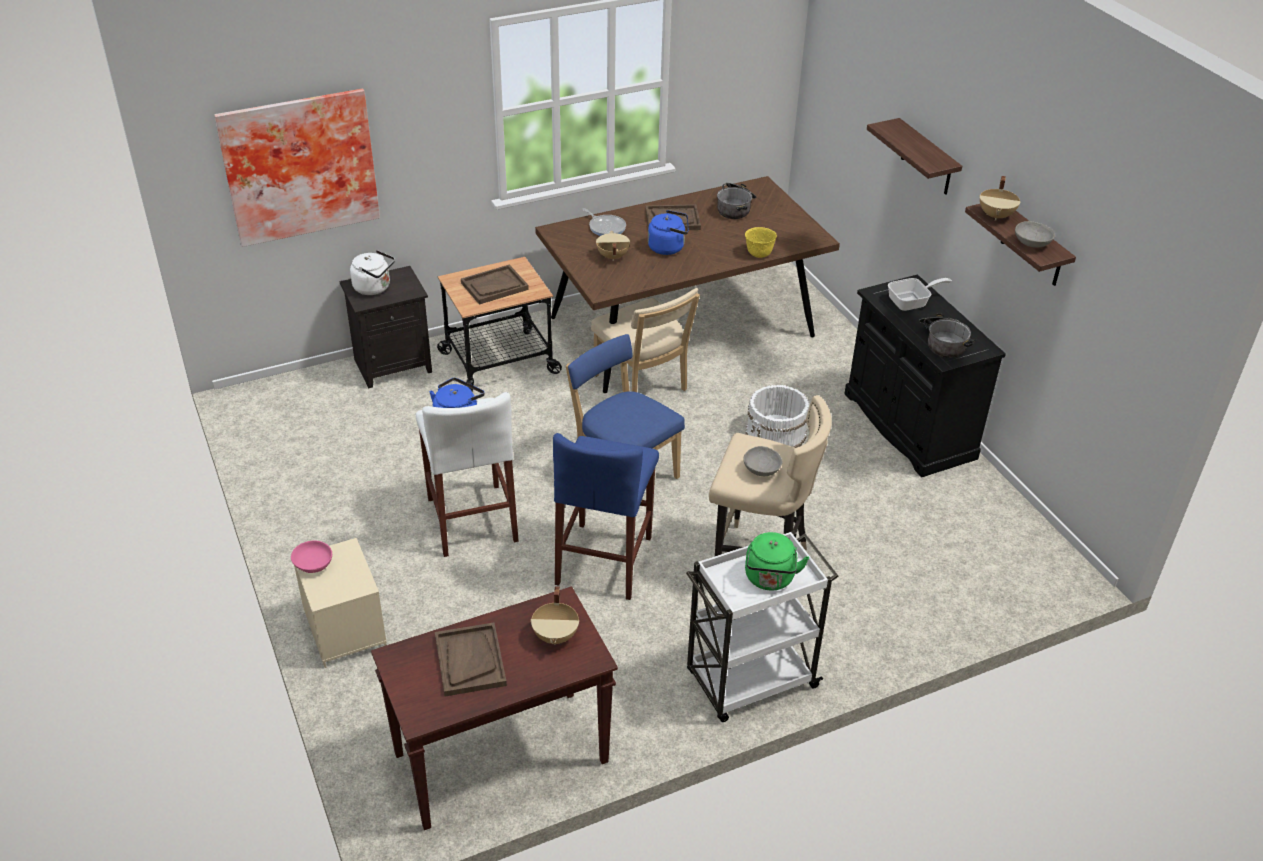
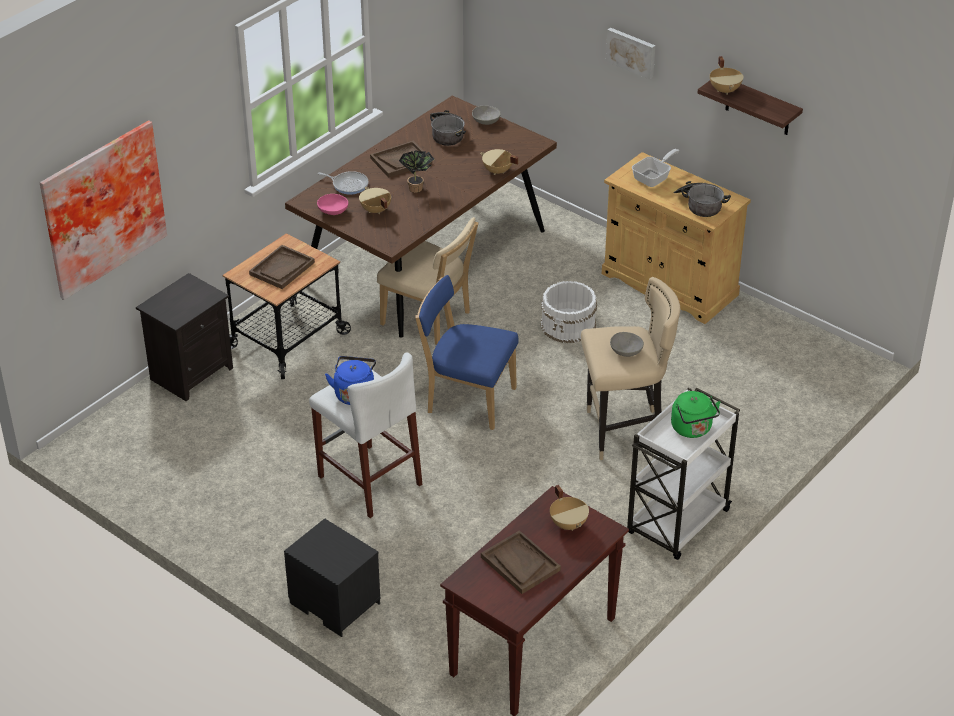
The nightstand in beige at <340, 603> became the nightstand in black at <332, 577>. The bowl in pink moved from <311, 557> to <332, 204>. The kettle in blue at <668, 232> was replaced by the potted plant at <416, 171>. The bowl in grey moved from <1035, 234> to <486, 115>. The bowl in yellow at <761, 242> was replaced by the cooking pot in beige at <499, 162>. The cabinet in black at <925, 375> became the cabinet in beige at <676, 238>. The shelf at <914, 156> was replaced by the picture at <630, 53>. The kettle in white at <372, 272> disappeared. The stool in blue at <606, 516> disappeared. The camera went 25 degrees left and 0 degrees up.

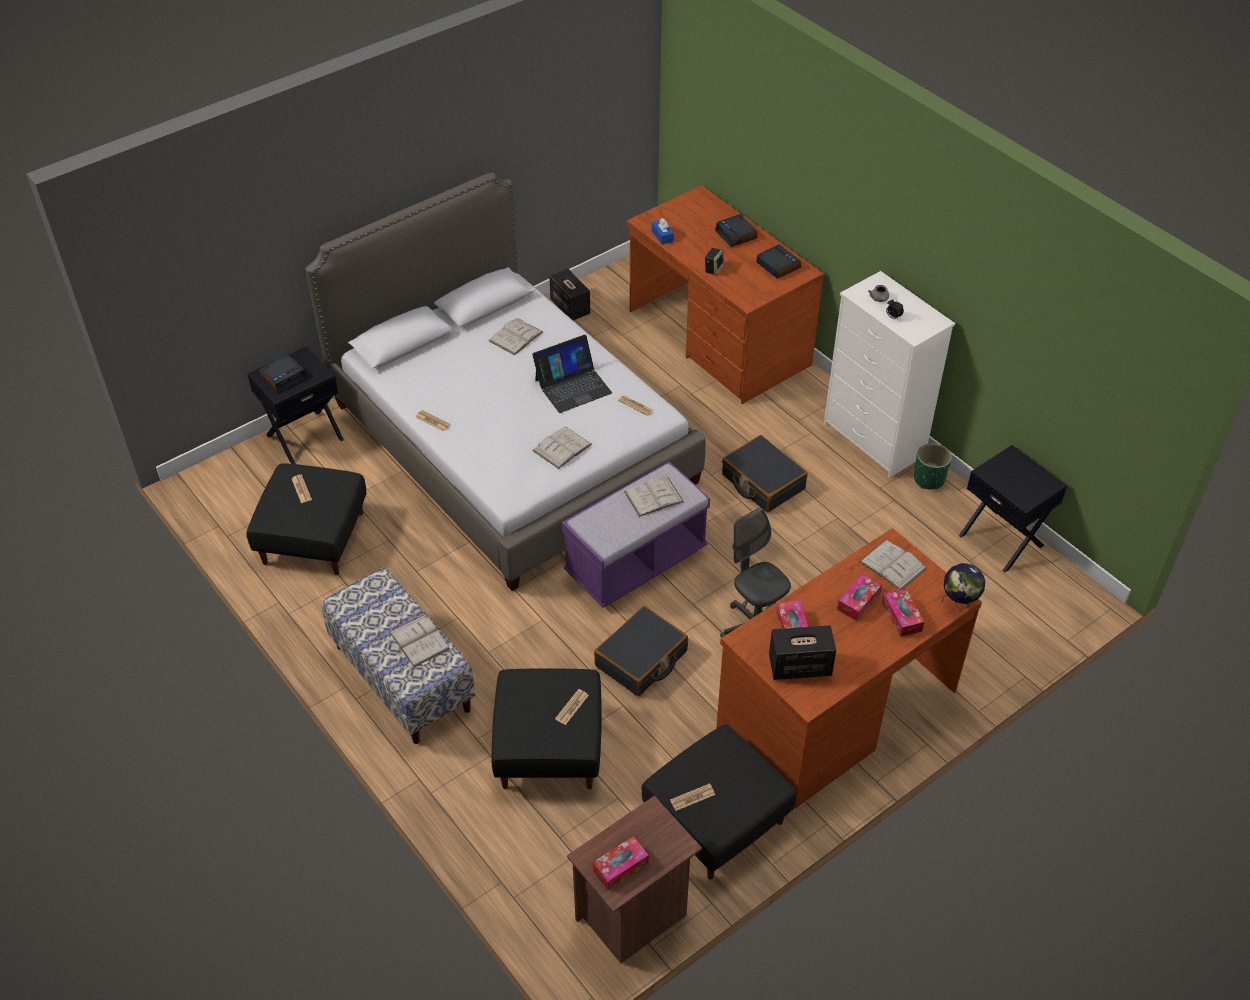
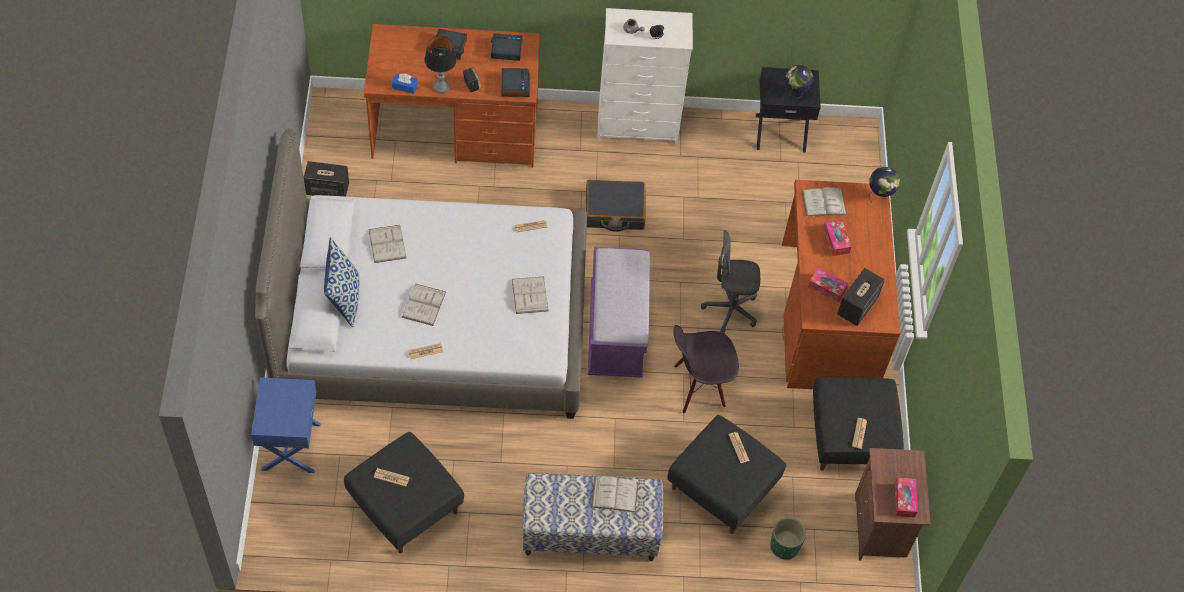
The nightstand in black at <295, 405> became the nightstand in blue at <286, 425>. The pillow at <342, 282> appeared. The book in white moved from <654, 497> to <424, 305>. The table lamp at <440, 64> appeared. The alarm clock moved from <283, 373> to <516, 82>. The suitcase in black at <641, 651> was replaced by the chair in black at <706, 369>. The planter in green moved from <933, 466> to <788, 539>. The globe at <799, 82> appeared. The laptop at <572, 374> disappeared. The tissue box at <903, 612> disappeared. The camera went 55 degrees left and 10 degrees up.

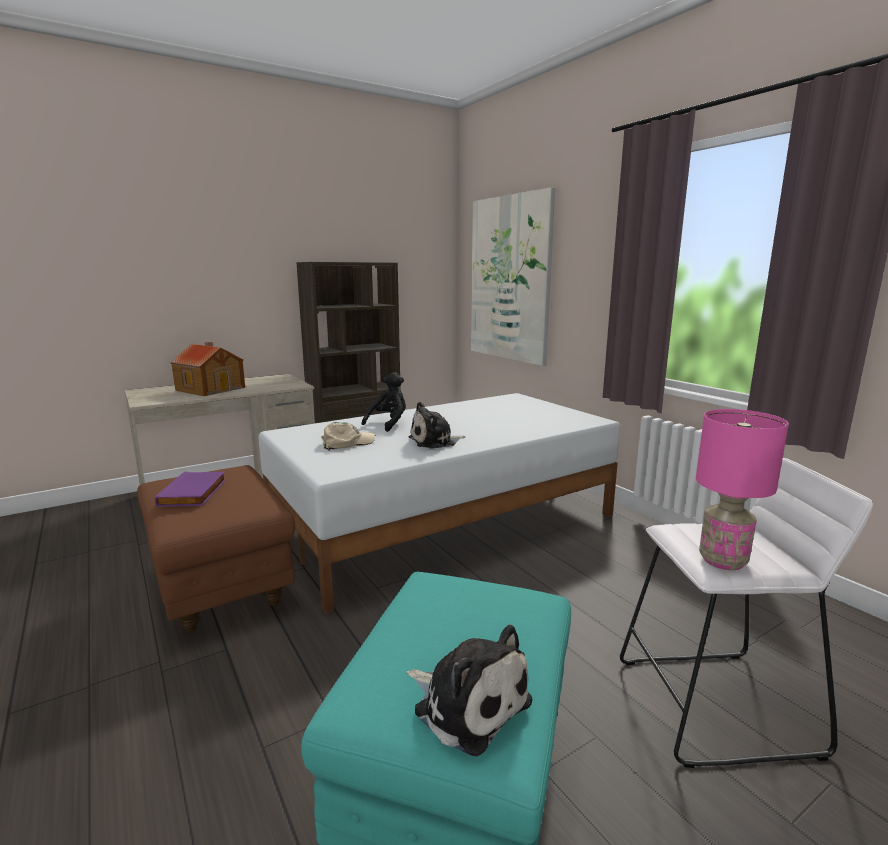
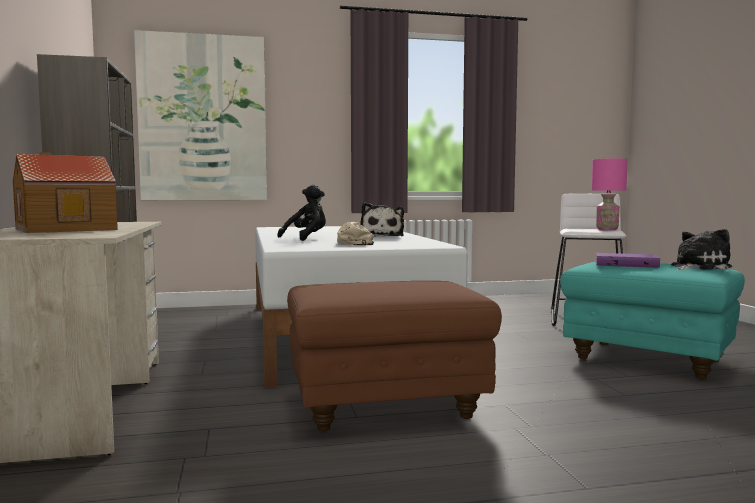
The plush toy in black at <384, 402> turned 75 degrees clockwise. The book in purple moved from <190, 489> to <627, 260>. The camera went 70 degrees left and 10 degrees down.

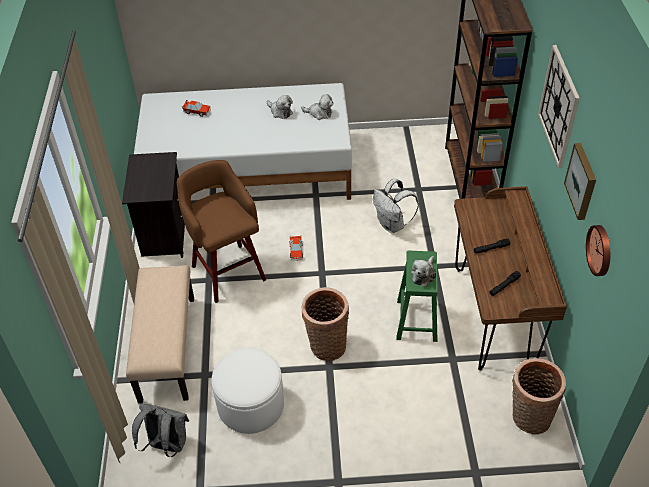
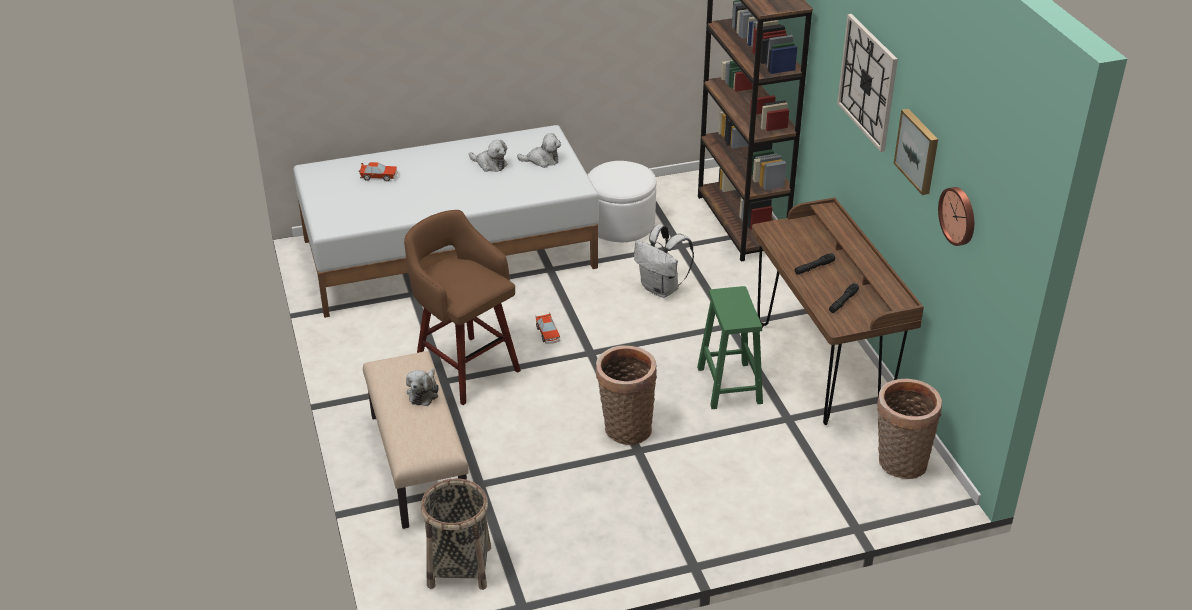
The plush toy moved from <423, 271> to <422, 387>. The backpack in grey at <160, 430> was replaced by the basket at <456, 534>. The ottoman in white moved from <247, 391> to <622, 201>. The nightstand in black at <153, 205> disappeared. The camera went 15 degrees left and 10 degrees down.

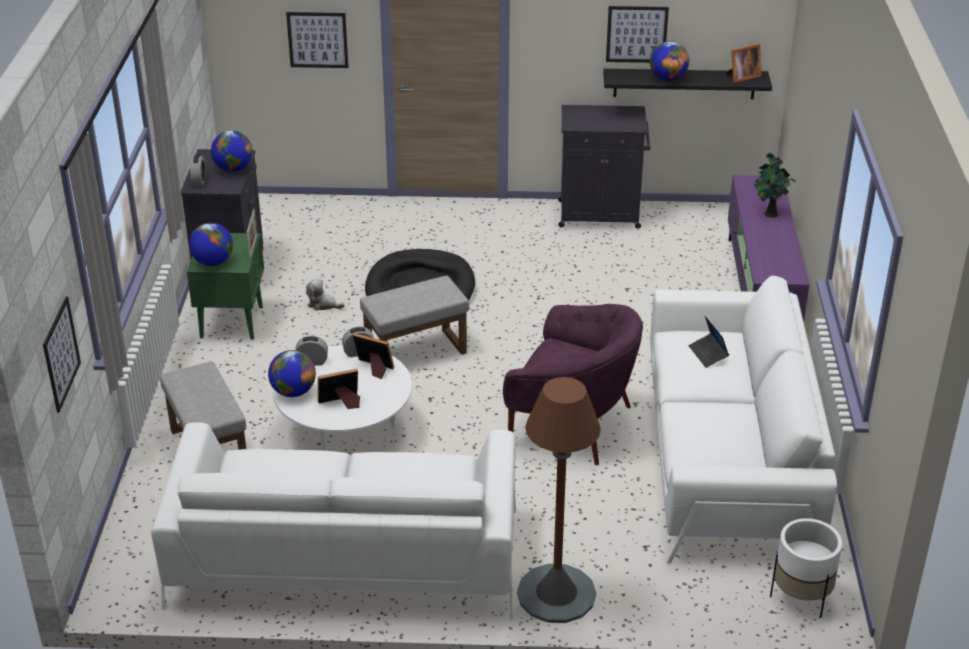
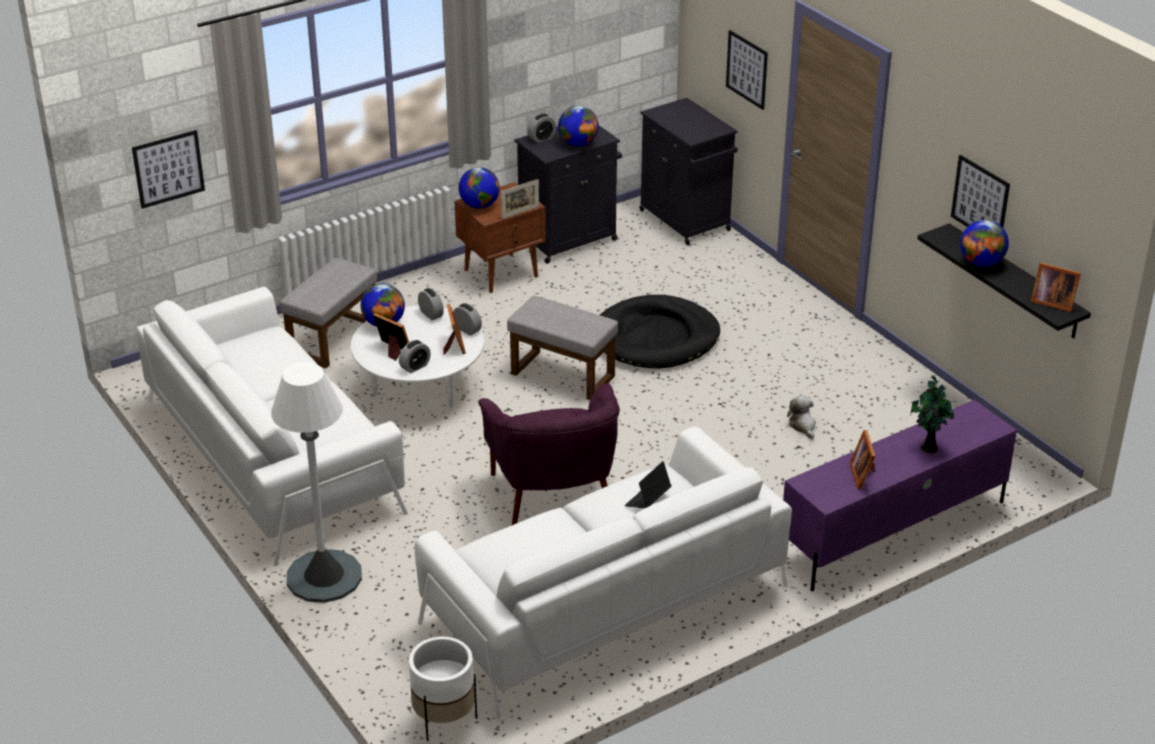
The floor lamp in brown at <559, 500> became the floor lamp in white at <316, 482>. The alarm clock at <415, 356> appeared. The nightstand in green at <225, 286> became the nightstand in brown at <500, 237>. The cabinet in black moved from <604, 167> to <689, 171>. The plush toy moved from <325, 295> to <801, 417>. The picture frame at <862, 460> appeared. The camera went 55 degrees right and 0 degrees up.

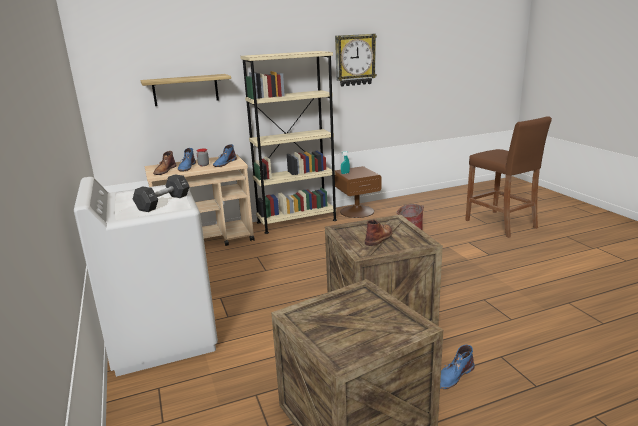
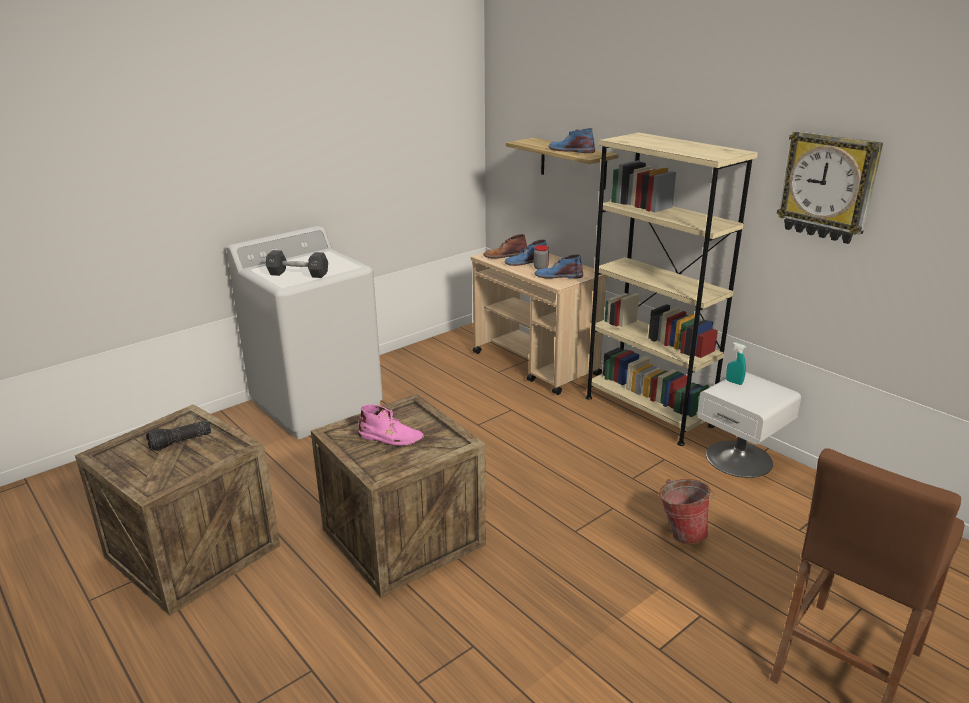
The flashlight at <178, 435> appeared. The boot in brown at <379, 232> became the boot in pink at <391, 425>. The boot in blue moved from <457, 367> to <571, 140>. The nightstand in brown at <358, 192> became the nightstand in white at <749, 425>. The camera went 70 degrees right and 5 degrees up.

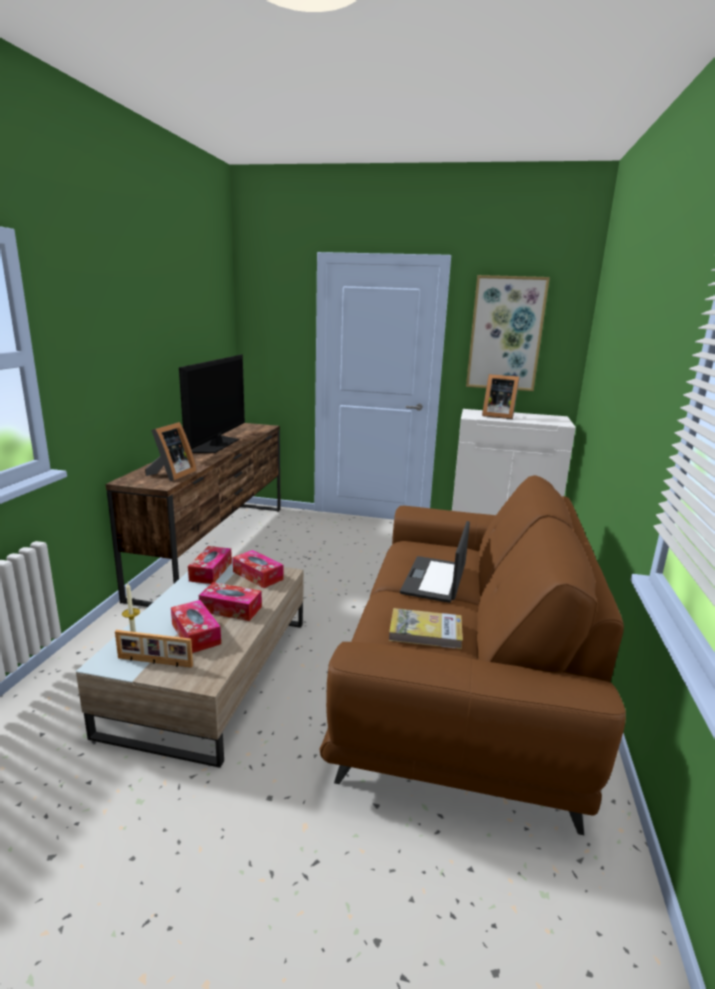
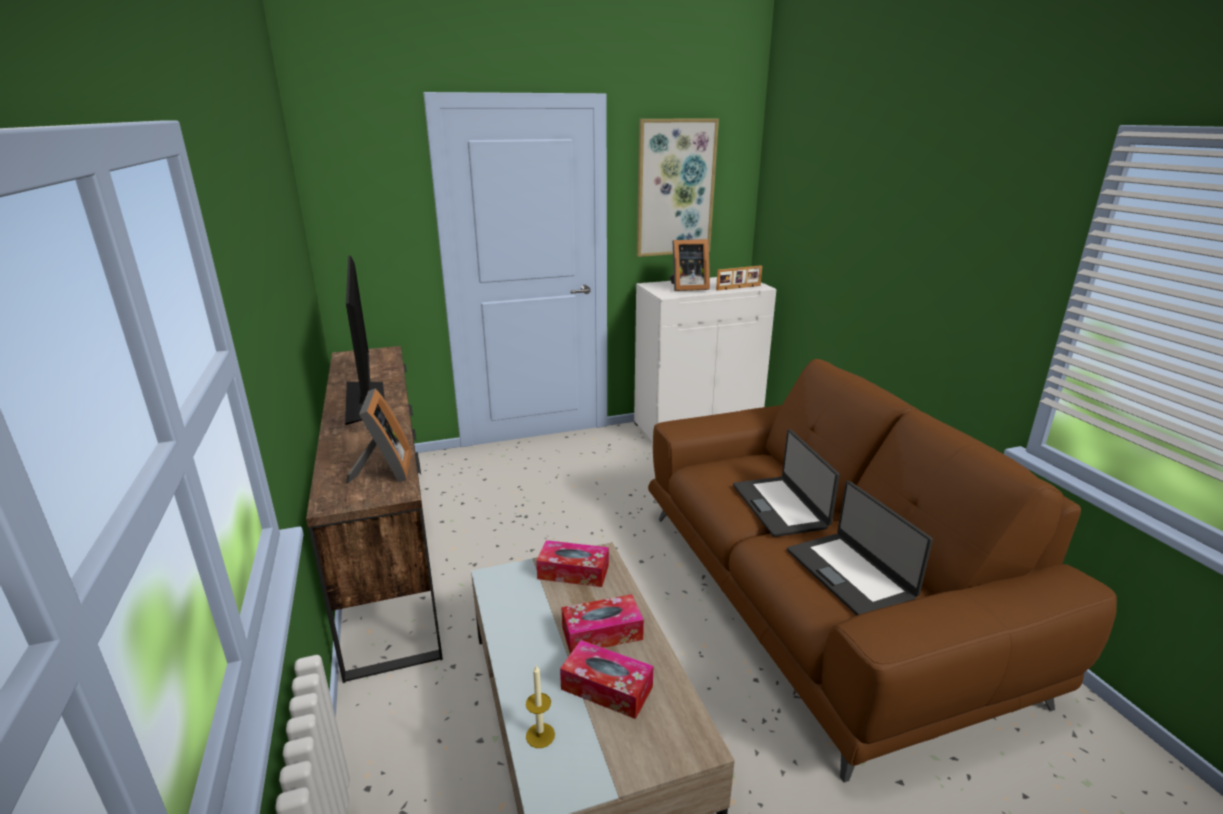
The picture frame moved from <154, 649> to <739, 278>. The book at <426, 628> was replaced by the laptop at <860, 548>. The tissue box at <210, 565> disappeared. The camera went 30 degrees left and 5 degrees up.

